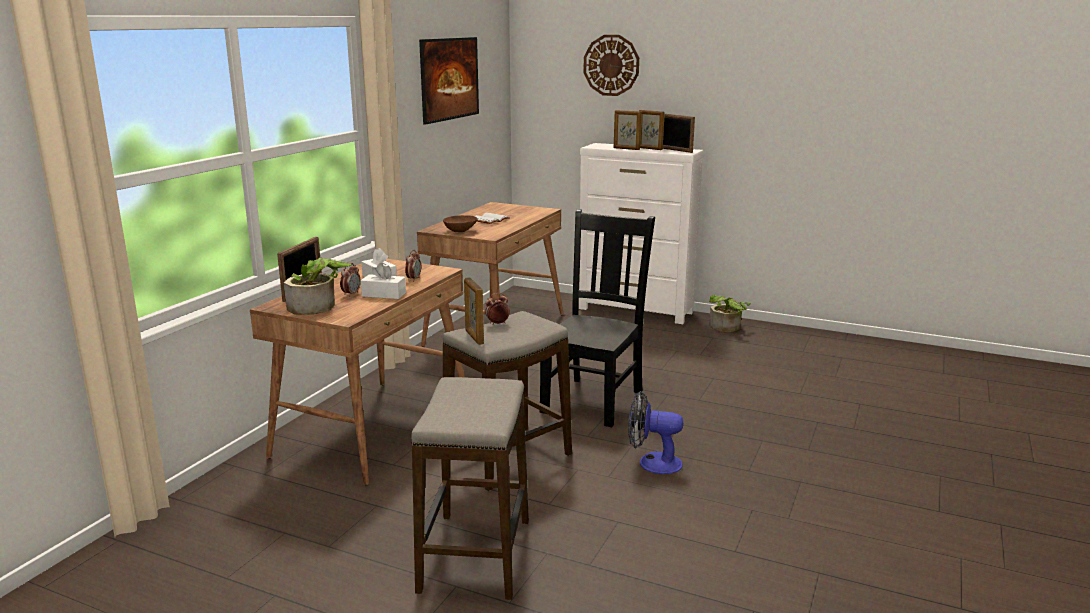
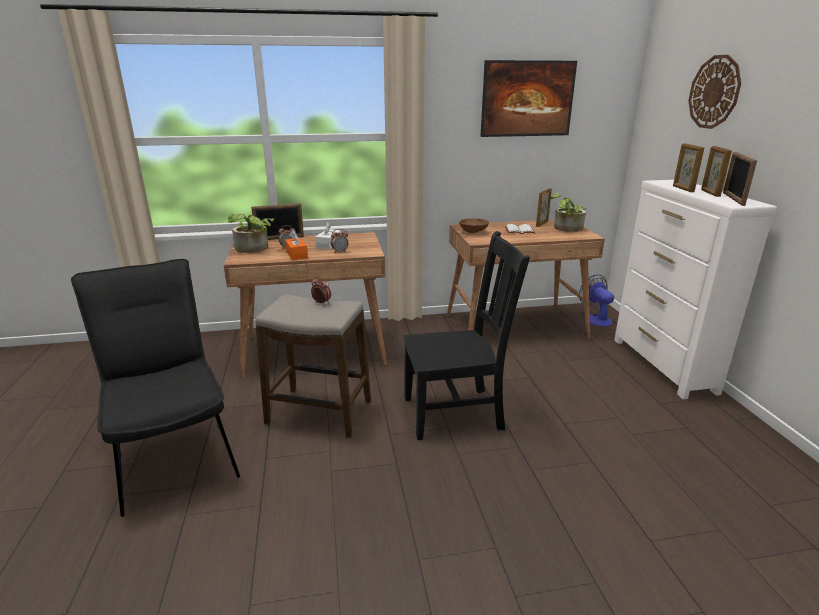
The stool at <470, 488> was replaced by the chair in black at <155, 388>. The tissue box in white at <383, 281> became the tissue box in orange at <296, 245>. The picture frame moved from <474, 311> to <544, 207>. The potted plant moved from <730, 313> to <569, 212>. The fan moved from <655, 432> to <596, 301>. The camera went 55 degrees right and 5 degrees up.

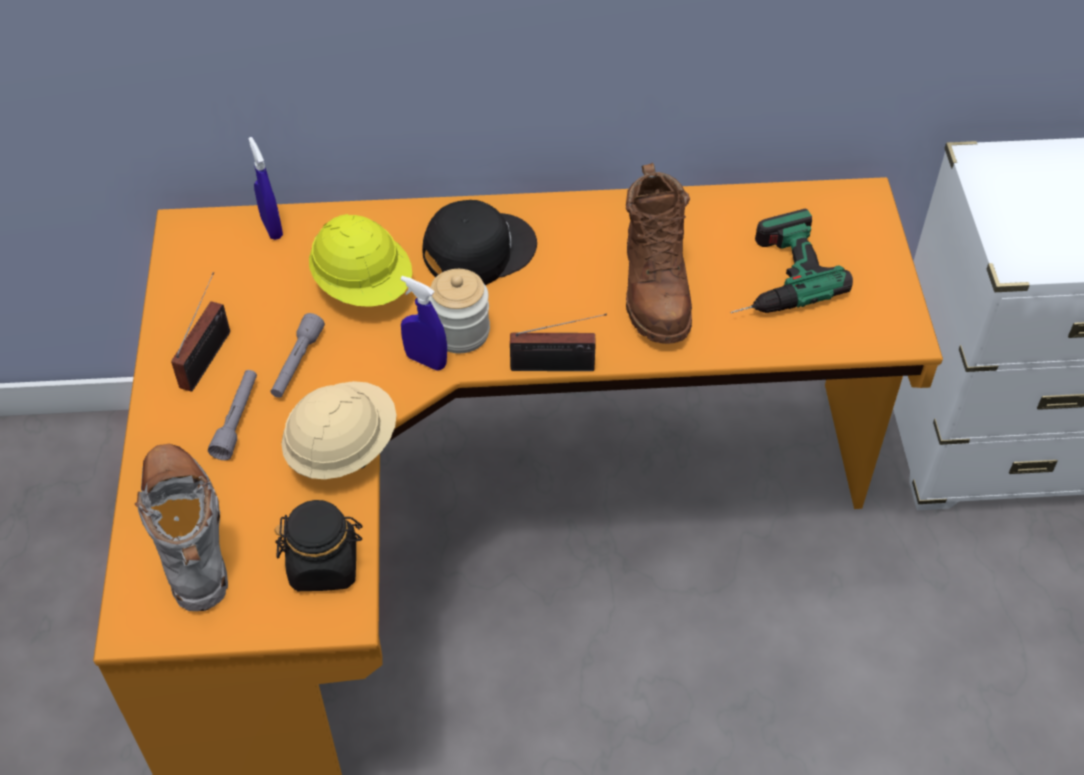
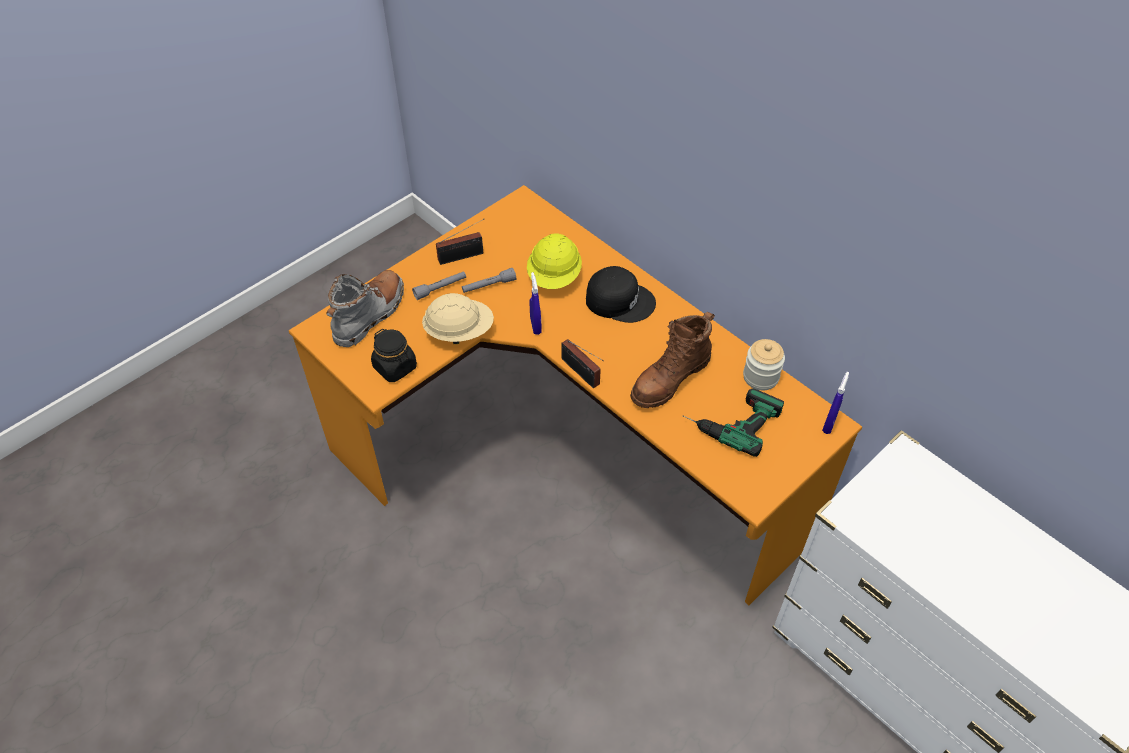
The jar moved from <459, 311> to <764, 364>. The spray bottle in blue moved from <265, 188> to <835, 403>. The camera went 50 degrees right and 0 degrees up.

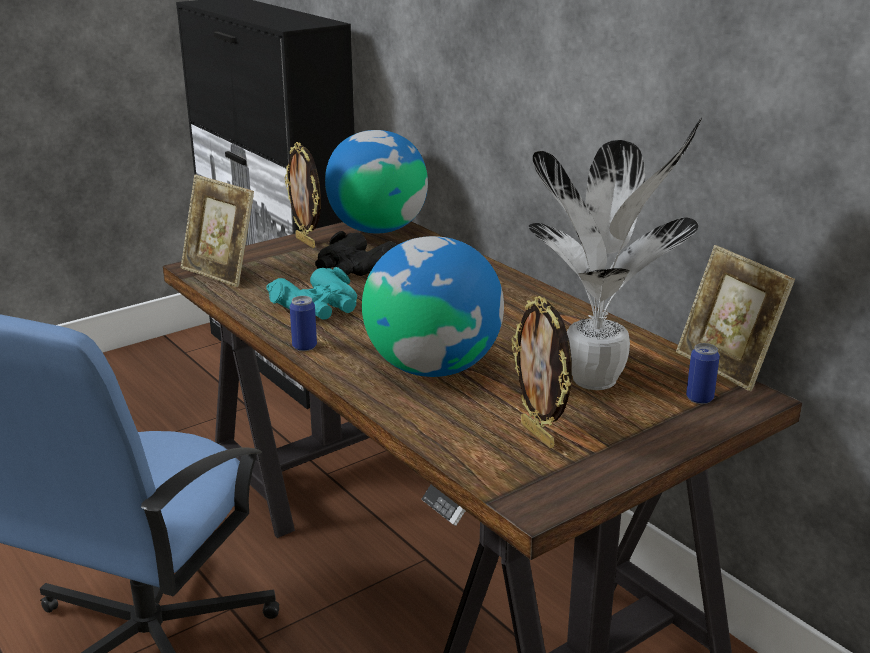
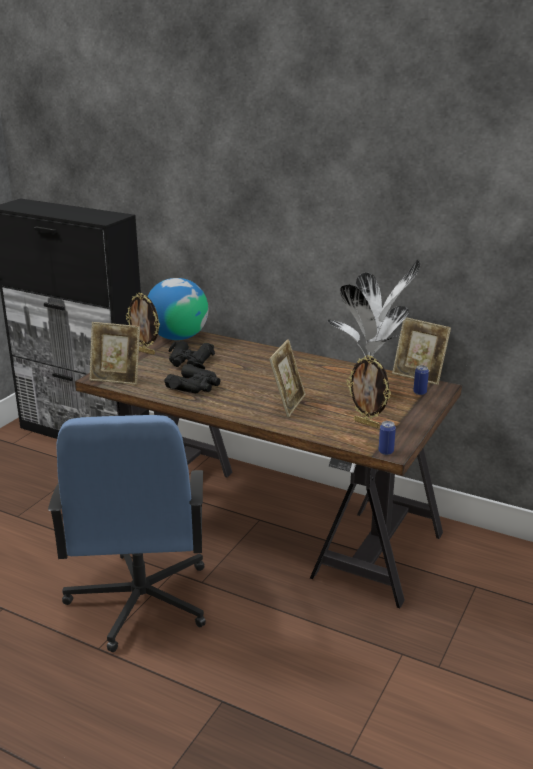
The binoculars in turquoise at <311, 293> became the binoculars in black at <192, 377>. The globe at <433, 306> was replaced by the picture frame at <287, 378>. The can moved from <303, 323> to <387, 438>. The camera went 25 degrees left and 0 degrees up.

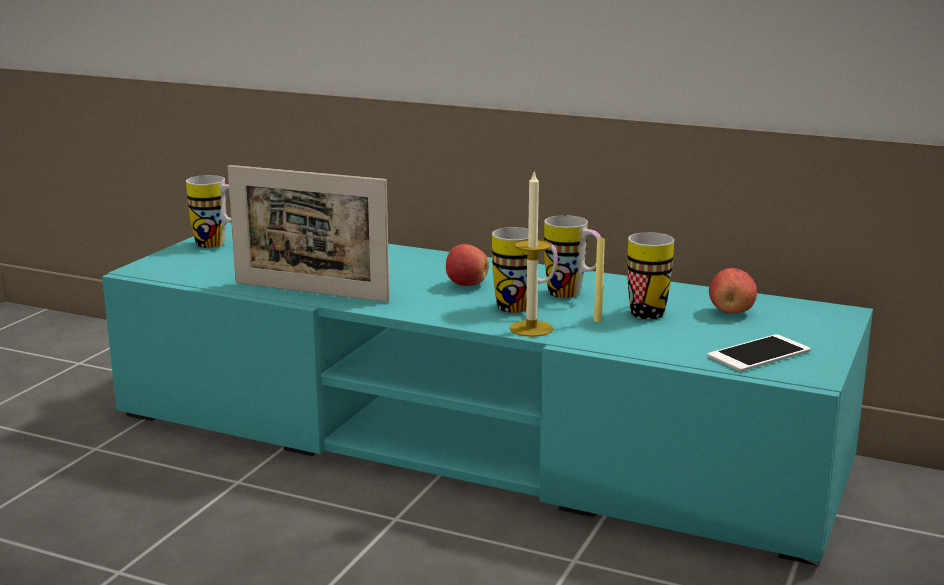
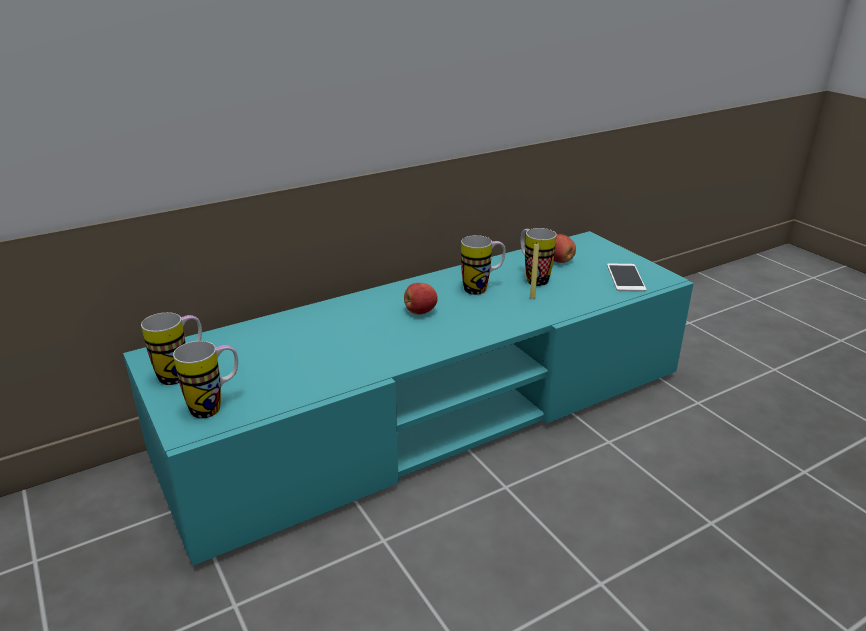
The mug moved from <525, 270> to <205, 379>. The picture frame at <309, 233> disappeared. The candle at <531, 254> disappeared. The camera went 55 degrees left and 10 degrees up.

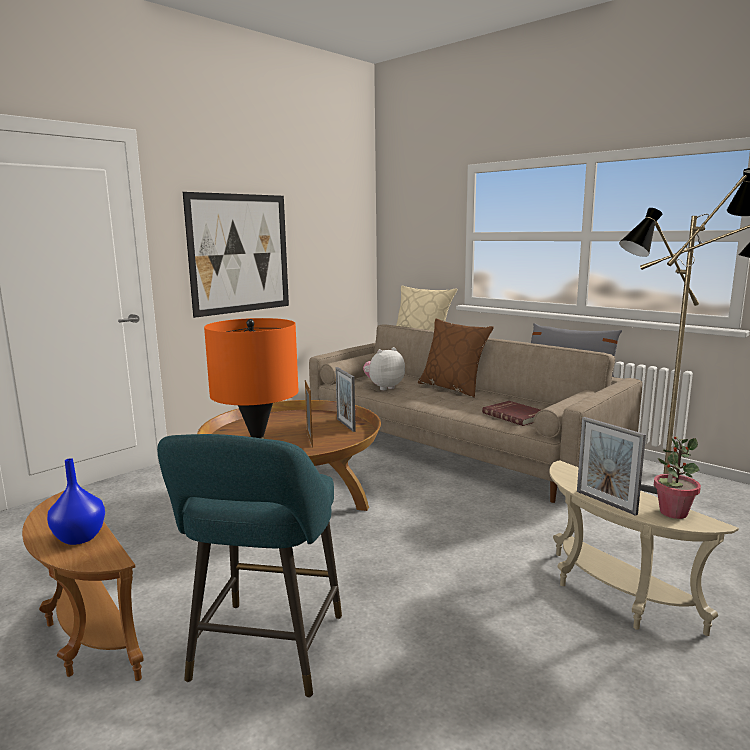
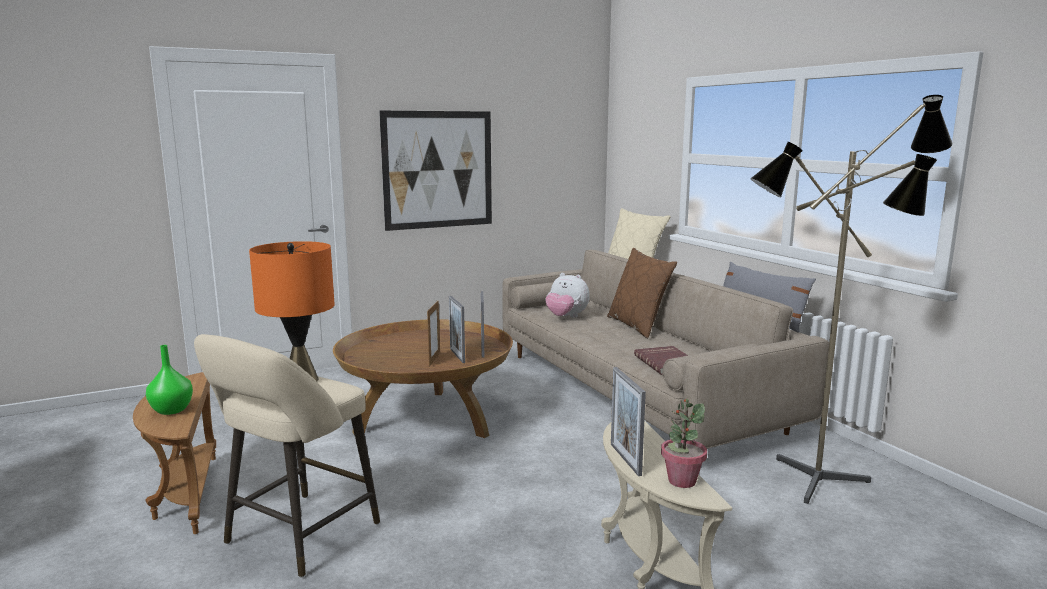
The vase in blue at <76, 501> became the vase in green at <169, 380>. The stool in turquoise at <249, 566> became the stool in beige at <287, 455>. The picture frame at <457, 329> appeared. The plush toy at <384, 368> turned 135 degrees counterclockwise. The camera went 20 degrees right and 0 degrees up.

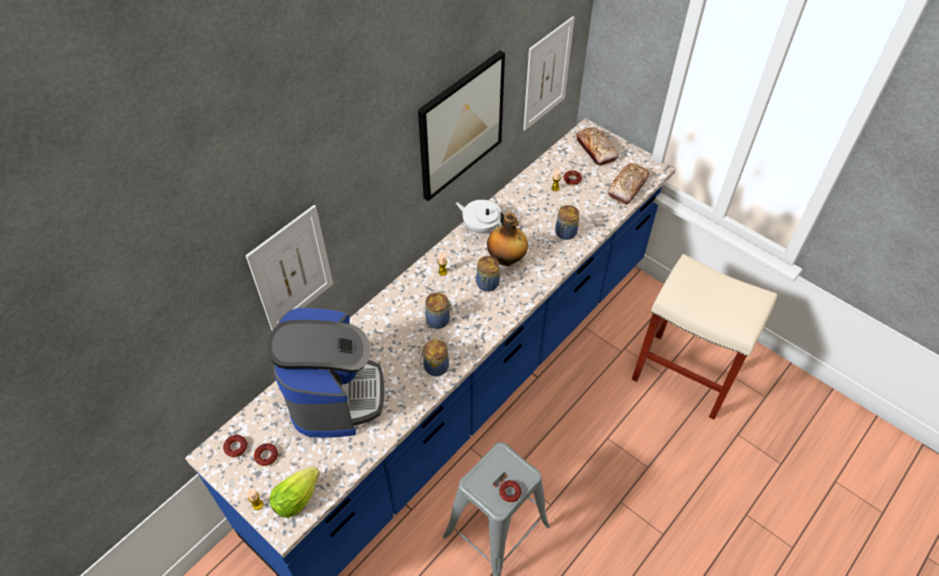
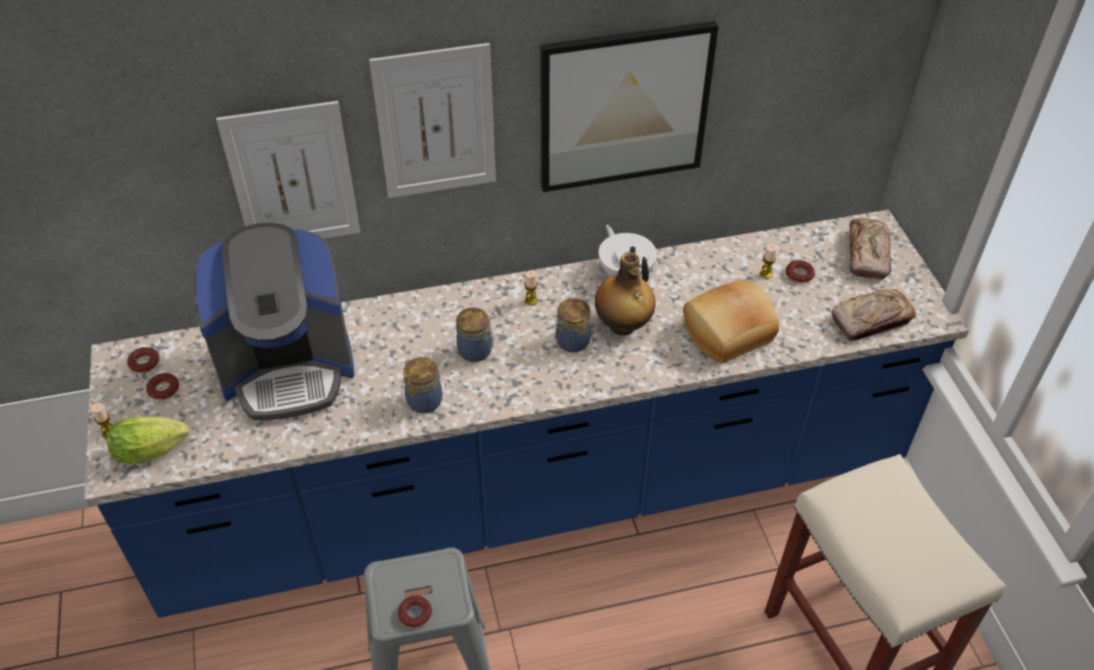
The coffee machine at <325, 373> turned 45 degrees clockwise. The picture moved from <549, 73> to <432, 120>. The jar at <567, 222> was replaced by the bread at <731, 321>. The camera went 35 degrees right and 5 degrees down.

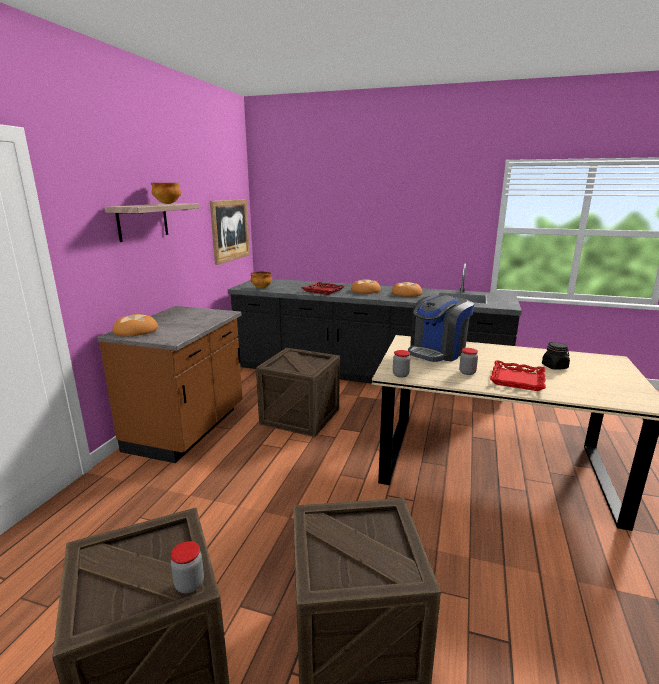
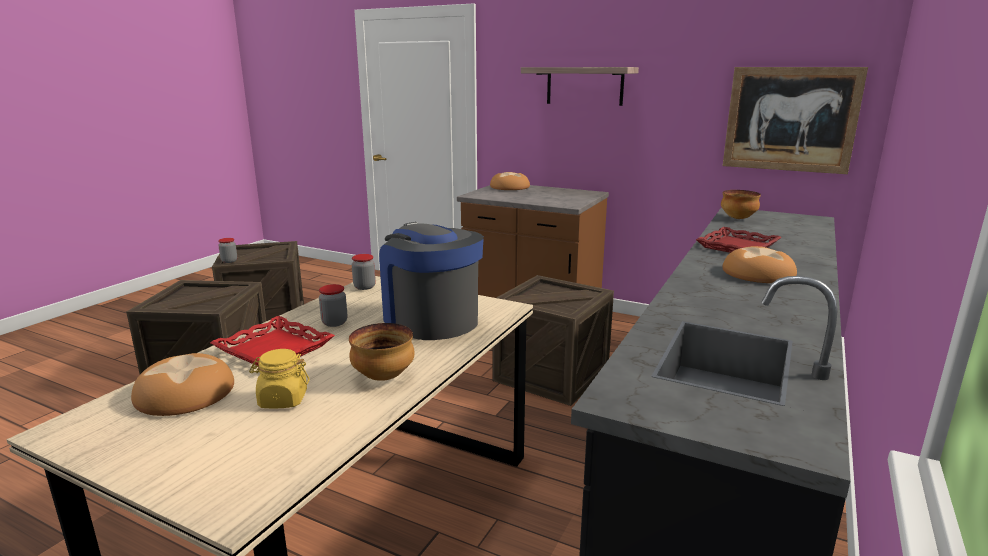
The bread moved from <407, 289> to <182, 384>. The jar in black at <556, 356> became the jar in yellow at <279, 378>. The bowl moved from <166, 193> to <382, 352>. The camera went 100 degrees right and 0 degrees up.

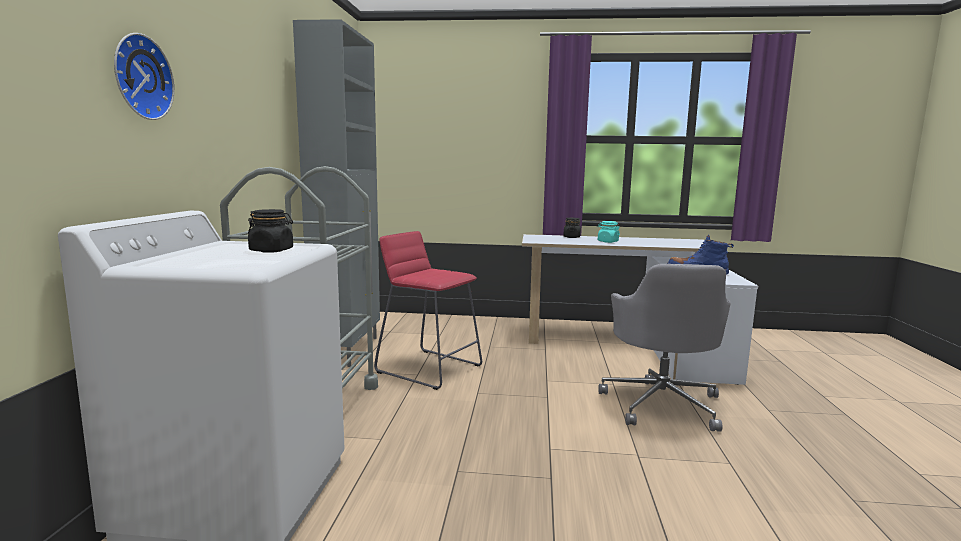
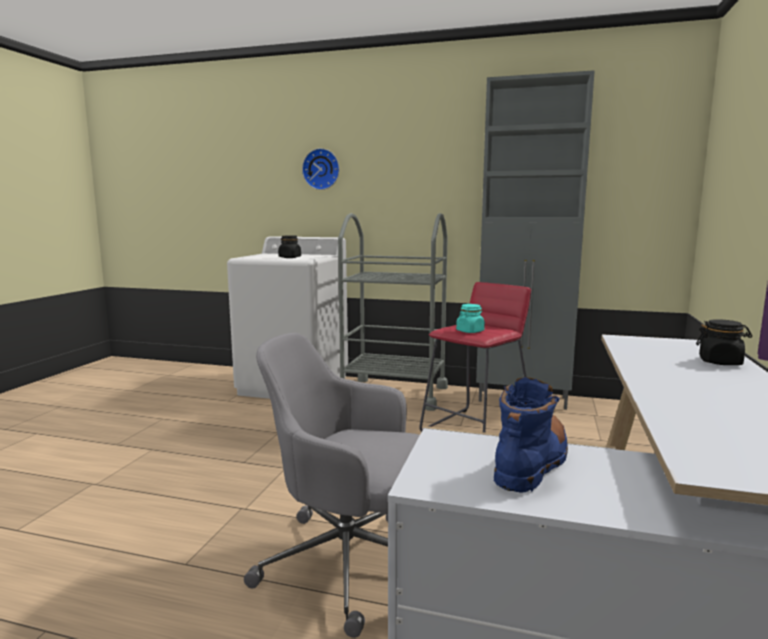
The jar in turquoise moved from <609, 232> to <470, 318>. The camera went 100 degrees right and 0 degrees up.

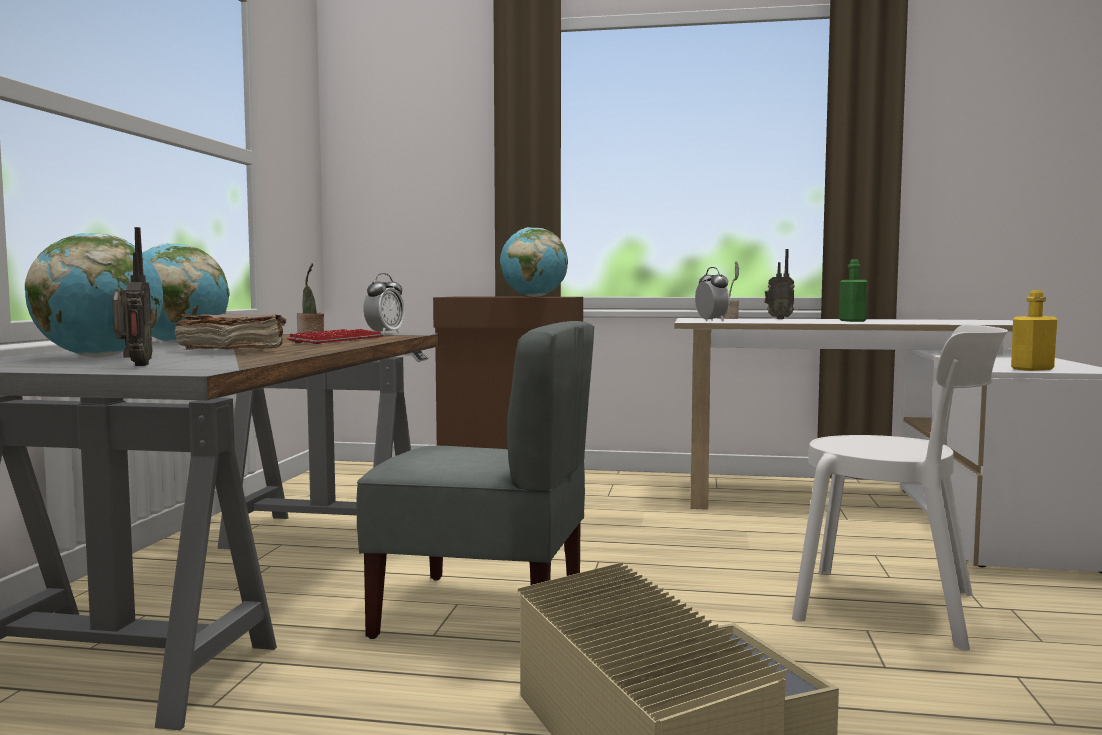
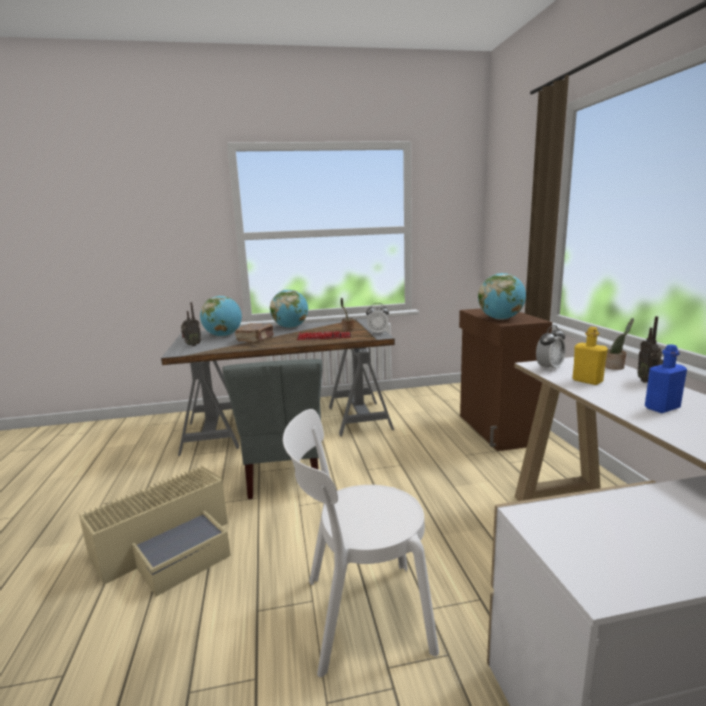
The chair in white at <900, 487> turned 75 degrees clockwise. The bottle in yellow moved from <1034, 330> to <590, 356>. The bottle in green at <853, 290> became the bottle in blue at <666, 378>. The camera went 70 degrees right and 10 degrees up.

